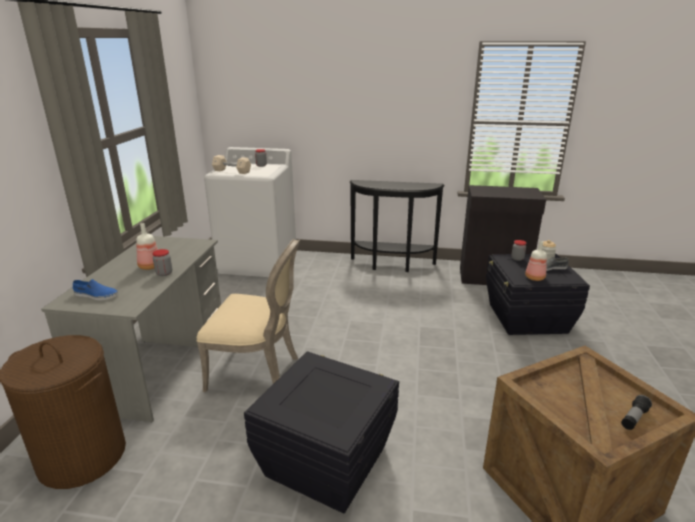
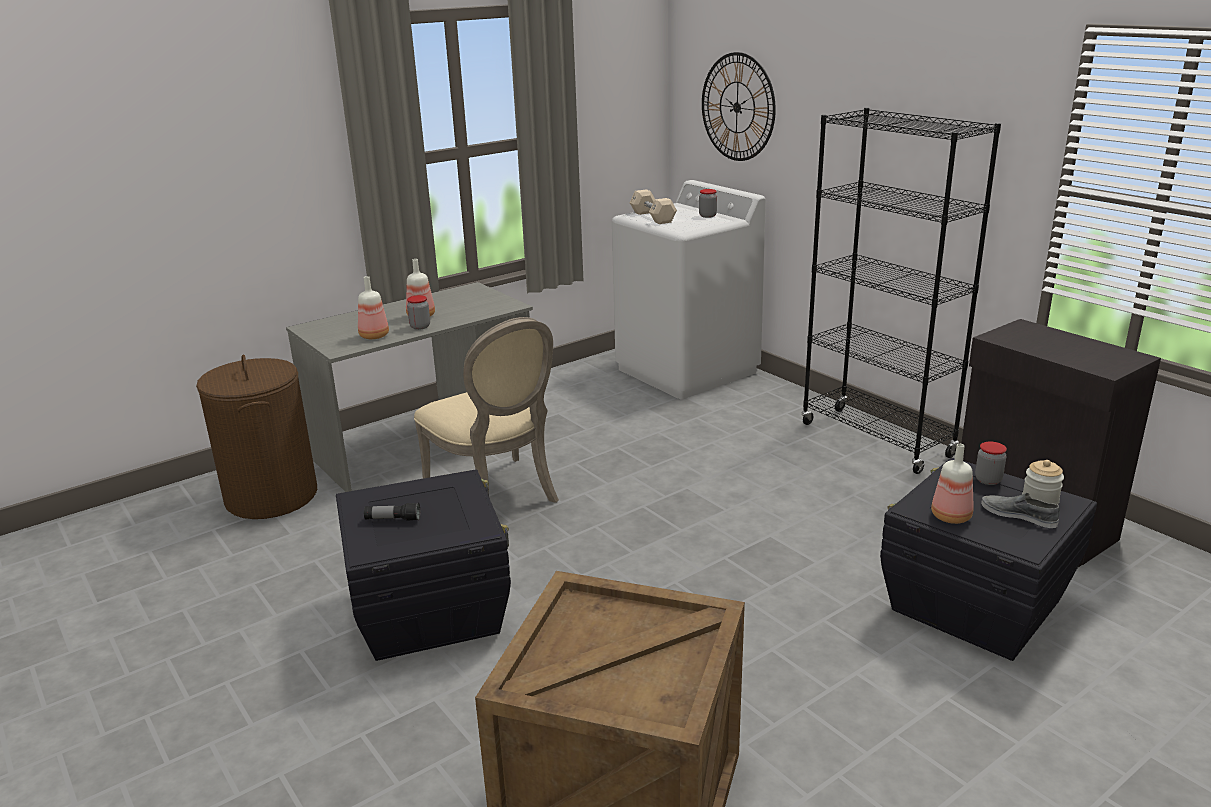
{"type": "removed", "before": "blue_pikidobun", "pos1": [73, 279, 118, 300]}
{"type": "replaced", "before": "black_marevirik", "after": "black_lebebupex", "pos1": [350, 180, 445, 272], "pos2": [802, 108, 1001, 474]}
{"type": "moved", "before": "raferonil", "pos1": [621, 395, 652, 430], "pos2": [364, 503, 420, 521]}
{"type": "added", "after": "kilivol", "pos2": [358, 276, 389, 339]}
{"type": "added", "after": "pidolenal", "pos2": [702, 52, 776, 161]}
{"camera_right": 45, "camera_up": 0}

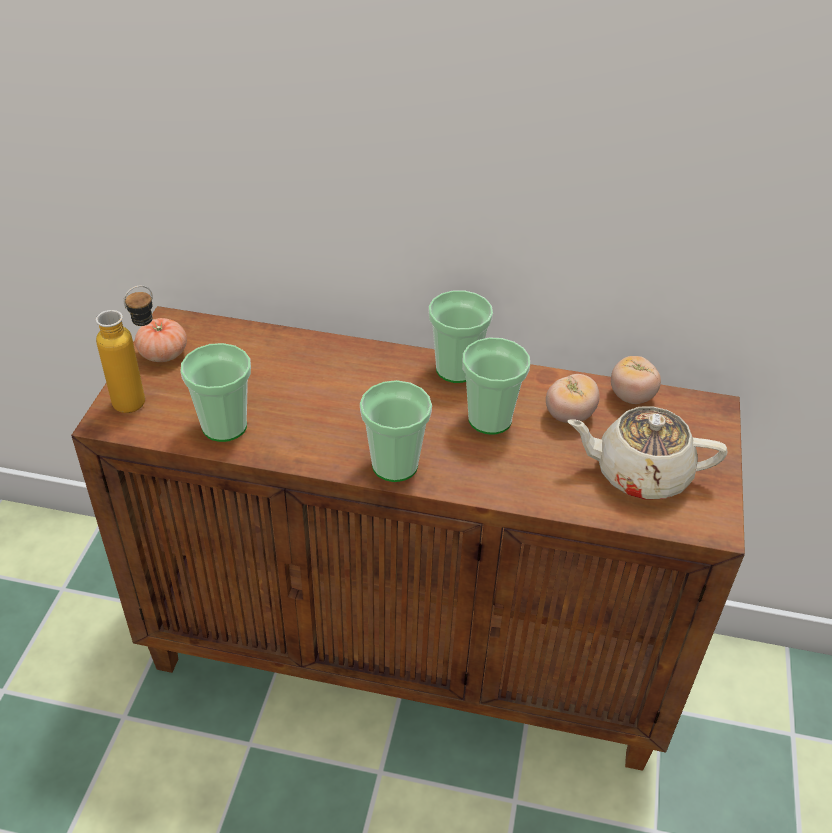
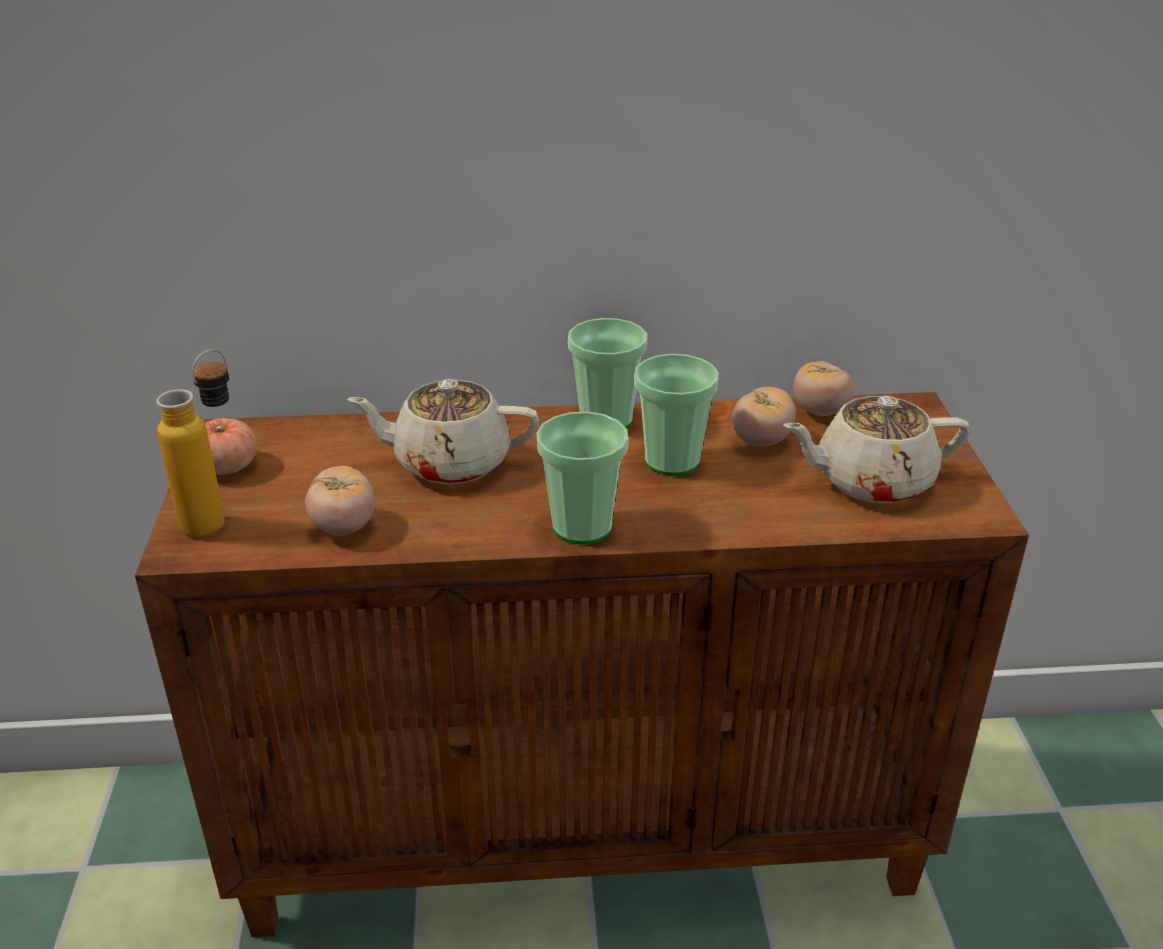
{"type": "replaced", "before": "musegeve", "after": "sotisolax", "pos1": [180, 343, 251, 442], "pos2": [305, 466, 375, 536]}
{"type": "added", "after": "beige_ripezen", "pos2": [347, 379, 540, 485]}
{"camera_right": -15, "camera_up": -10}

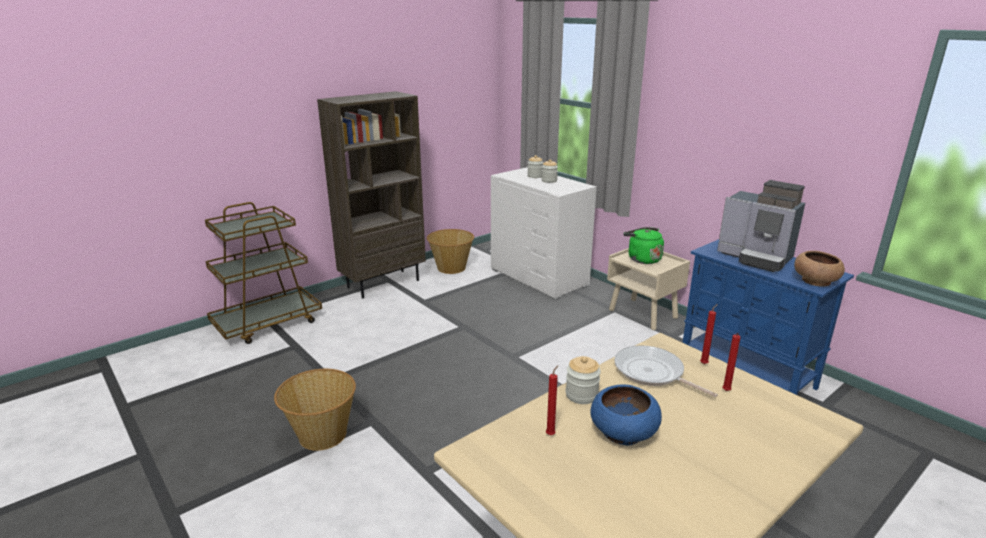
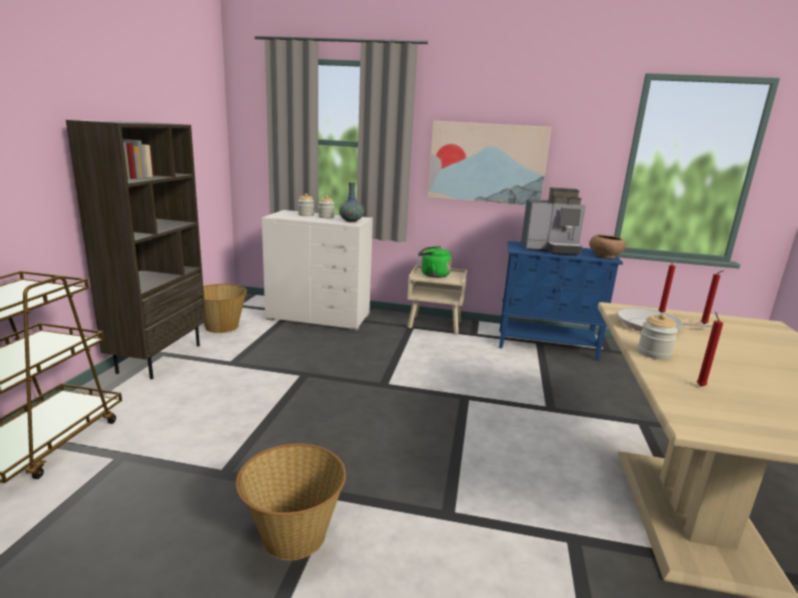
{"type": "removed", "before": "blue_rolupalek", "pos1": [590, 384, 662, 445]}
{"type": "added", "after": "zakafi", "pos2": [339, 183, 364, 222]}
{"type": "added", "after": "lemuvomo", "pos2": [428, 121, 552, 205]}
{"camera_right": -40, "camera_up": -5}

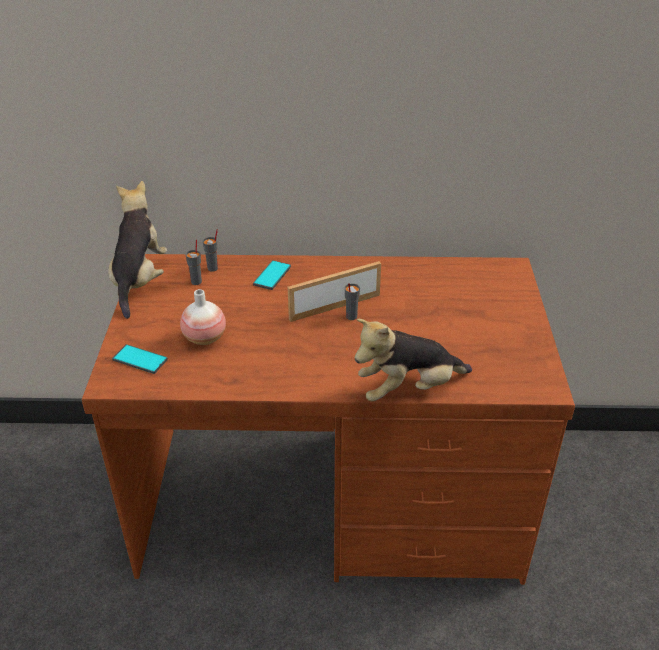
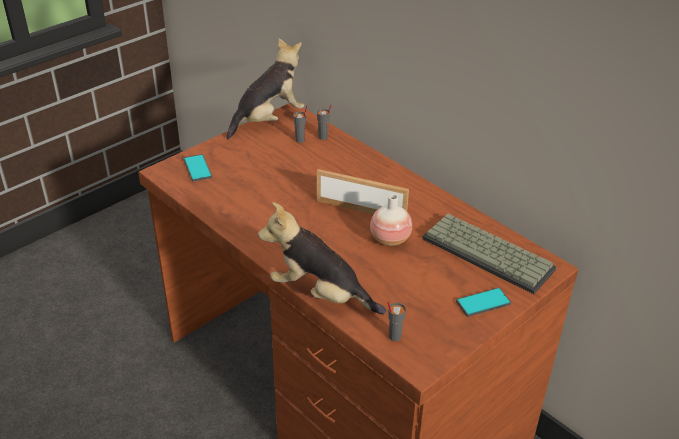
{"type": "moved", "before": "zakafi", "pos1": [180, 289, 226, 345], "pos2": [370, 194, 412, 246]}
{"type": "moved", "before": "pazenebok", "pos1": [253, 260, 291, 290], "pos2": [456, 288, 511, 317]}
{"type": "moved", "before": "grey_musegeve", "pos1": [345, 283, 360, 320], "pos2": [387, 302, 406, 341]}
{"type": "added", "after": "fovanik", "pos2": [422, 214, 557, 294]}
{"camera_right": 45, "camera_up": 0}

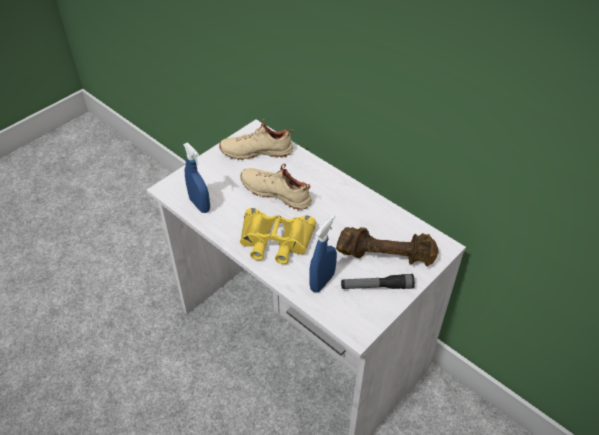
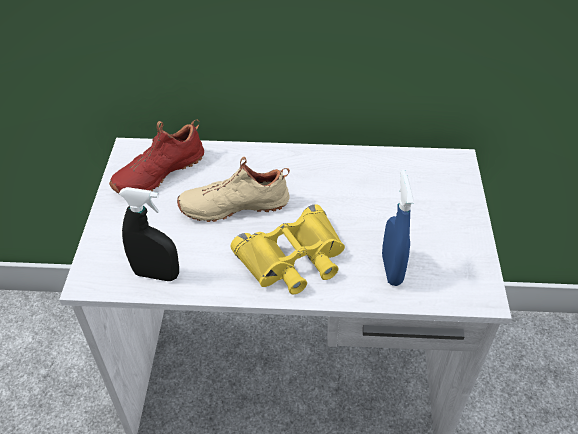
{"type": "recoloured", "before": "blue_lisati", "after": "black_lisati", "pos1": [183, 143, 210, 213], "pos2": [119, 187, 179, 281]}
{"type": "recoloured", "before": "beige_pikidobun", "after": "red_pikidobun", "pos1": [219, 119, 293, 160], "pos2": [109, 120, 204, 193]}
{"type": "removed", "before": "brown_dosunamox", "pos1": [336, 227, 439, 266]}
{"type": "removed", "before": "raferonil", "pos1": [341, 274, 415, 289]}
{"camera_right": -40, "camera_up": 0}

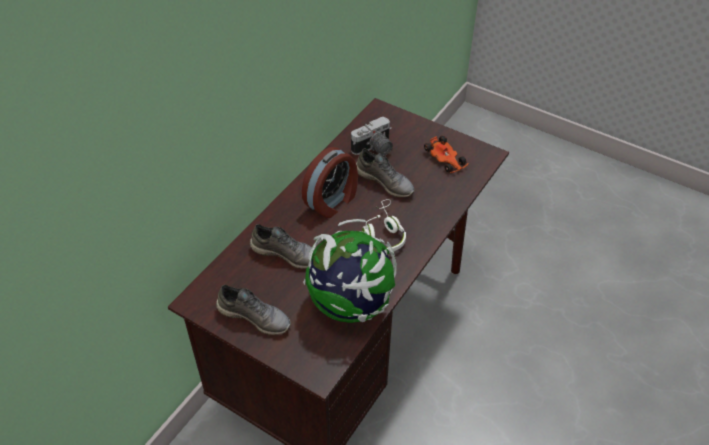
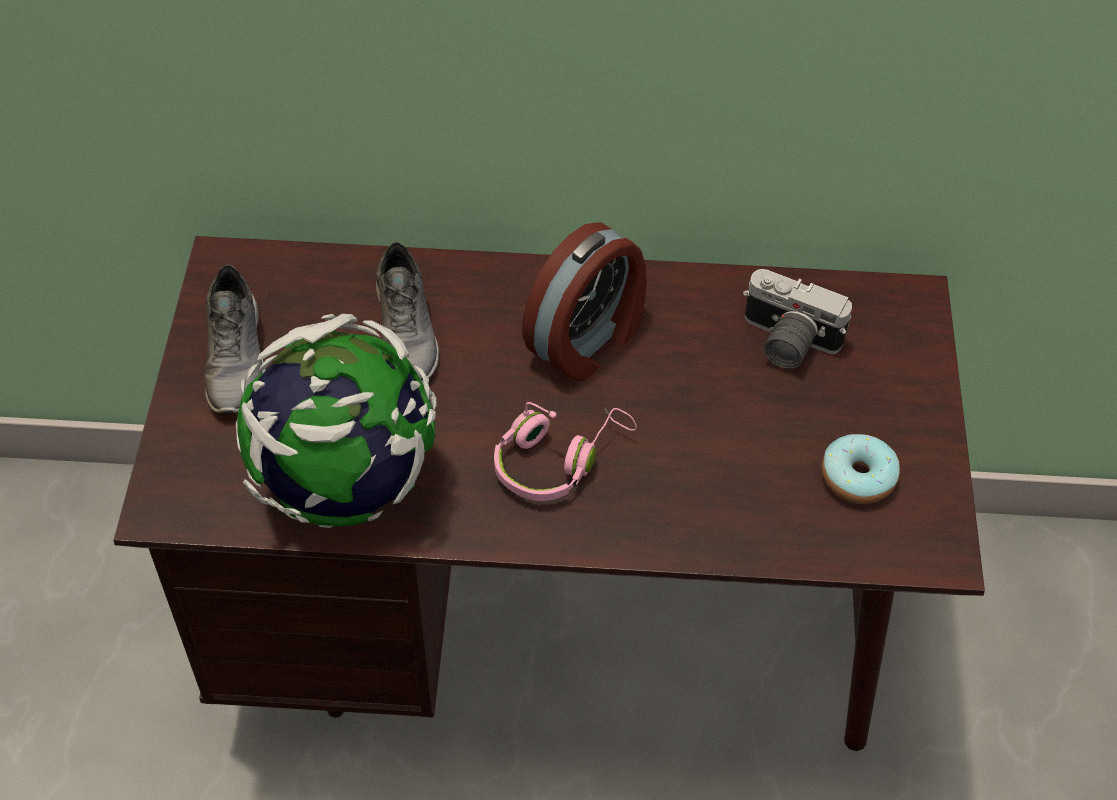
{"type": "turned", "before": "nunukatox", "pos1": [302, 147, 358, 218], "pos2": [522, 222, 647, 381], "turn": -60}
{"type": "removed", "before": "grey_pikidobun", "pos1": [356, 149, 415, 197]}
{"type": "recoloured", "before": "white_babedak", "after": "pink_babedak", "pos1": [362, 199, 406, 252], "pos2": [494, 402, 637, 501]}
{"type": "replaced", "before": "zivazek", "after": "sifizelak", "pos1": [424, 136, 469, 173], "pos2": [822, 434, 900, 504]}
{"camera_right": 60, "camera_up": 5}

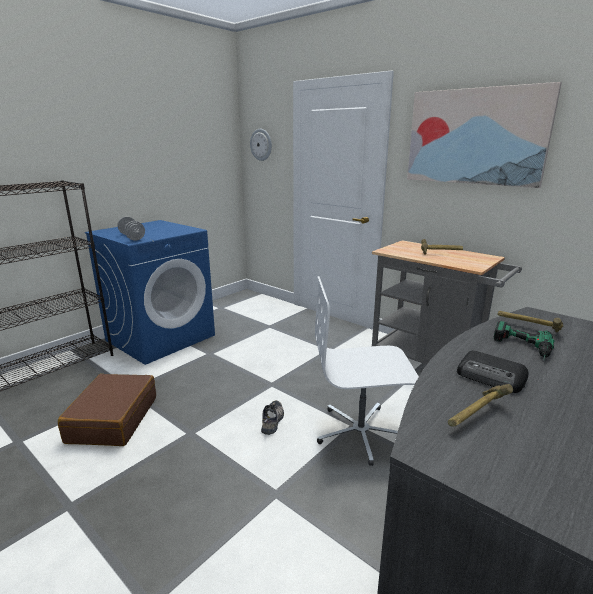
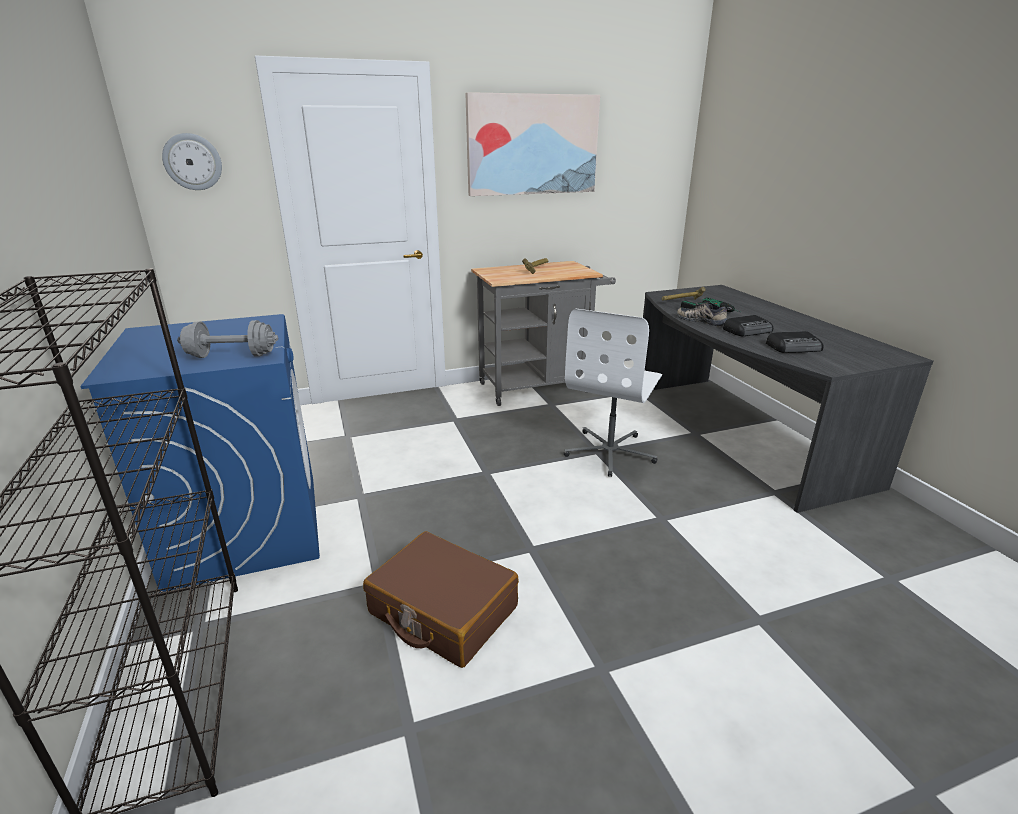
{"type": "moved", "before": "pikidobun", "pos1": [261, 400, 284, 435], "pos2": [677, 301, 732, 327]}
{"type": "replaced", "before": "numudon", "after": "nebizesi", "pos1": [448, 384, 513, 427], "pos2": [766, 331, 824, 353]}
{"camera_right": -60, "camera_up": 5}

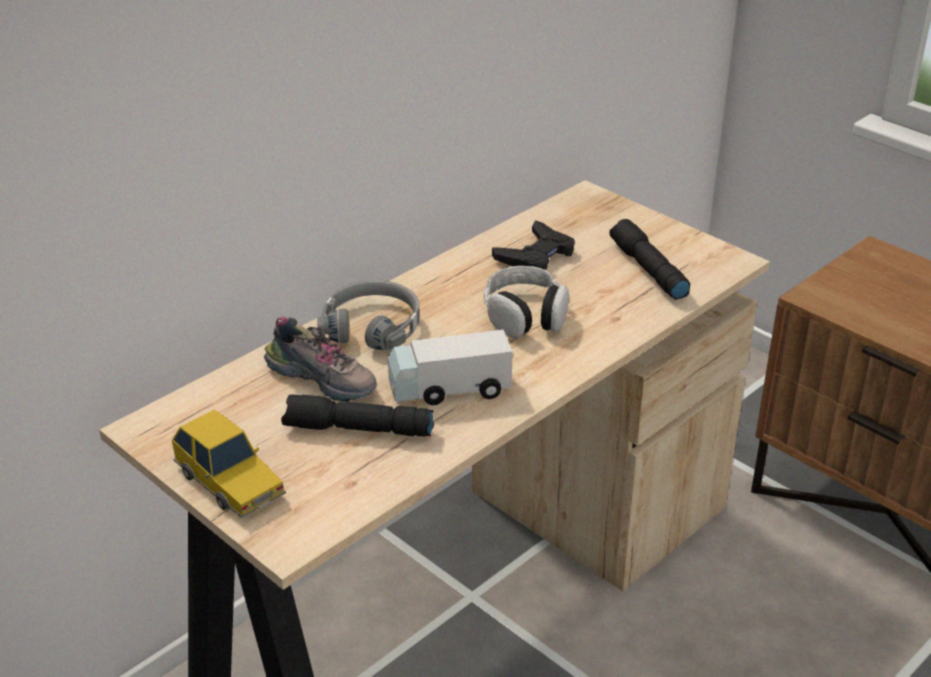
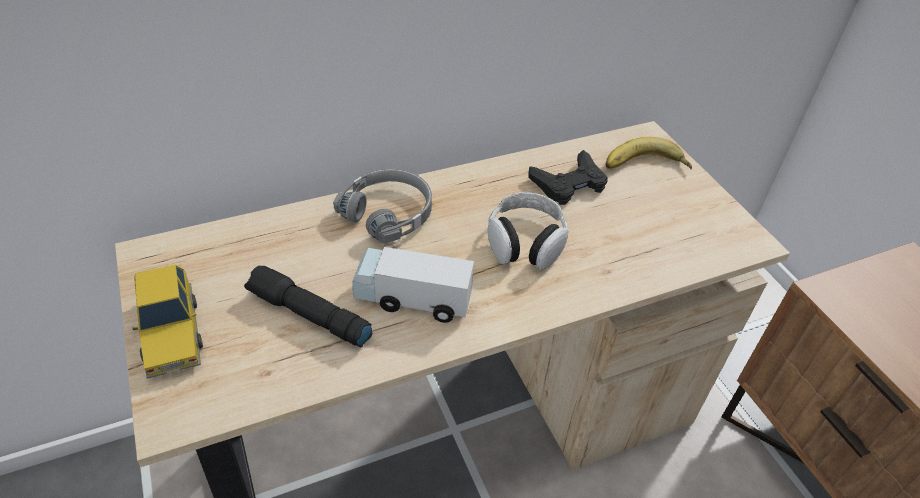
{"type": "removed", "before": "pikidobun", "pos1": [264, 316, 377, 402]}
{"type": "removed", "before": "black_raferonil", "pos1": [610, 219, 690, 299]}
{"type": "added", "after": "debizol", "pos2": [606, 137, 692, 169]}
{"camera_right": 20, "camera_up": 10}

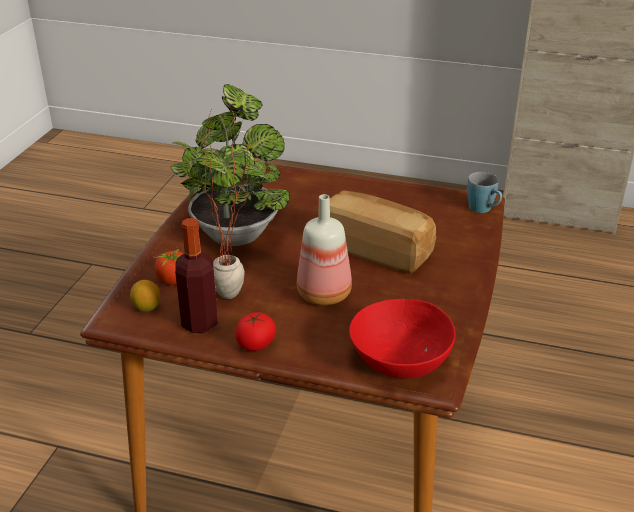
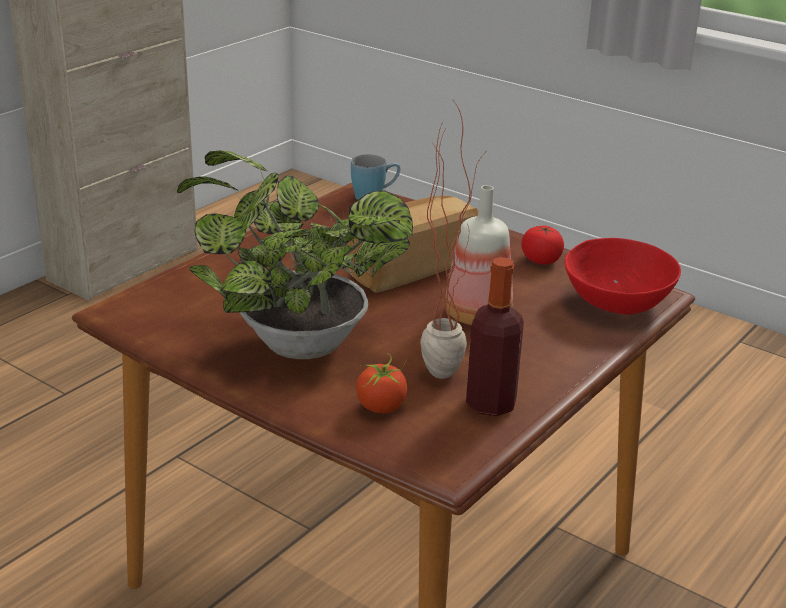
{"type": "removed", "before": "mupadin", "pos1": [130, 280, 160, 312]}
{"type": "moved", "before": "sotisolax", "pos1": [235, 312, 276, 351], "pos2": [521, 226, 564, 264]}
{"camera_right": -70, "camera_up": -5}

